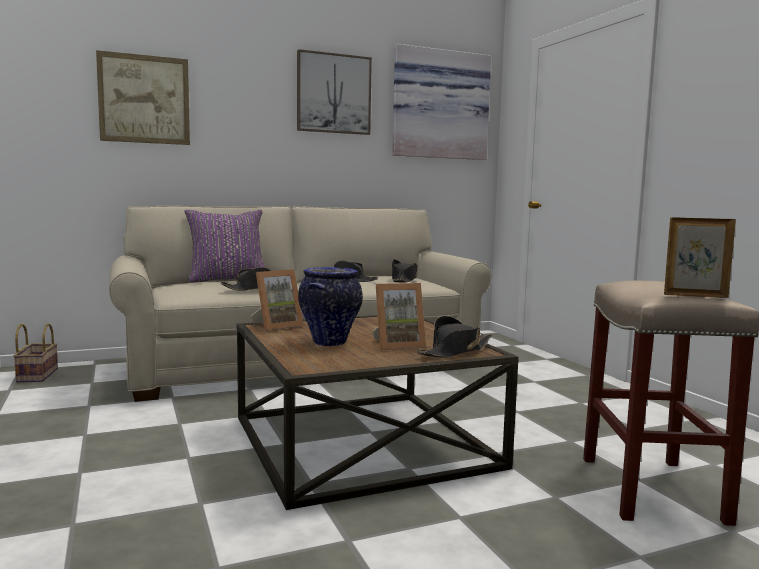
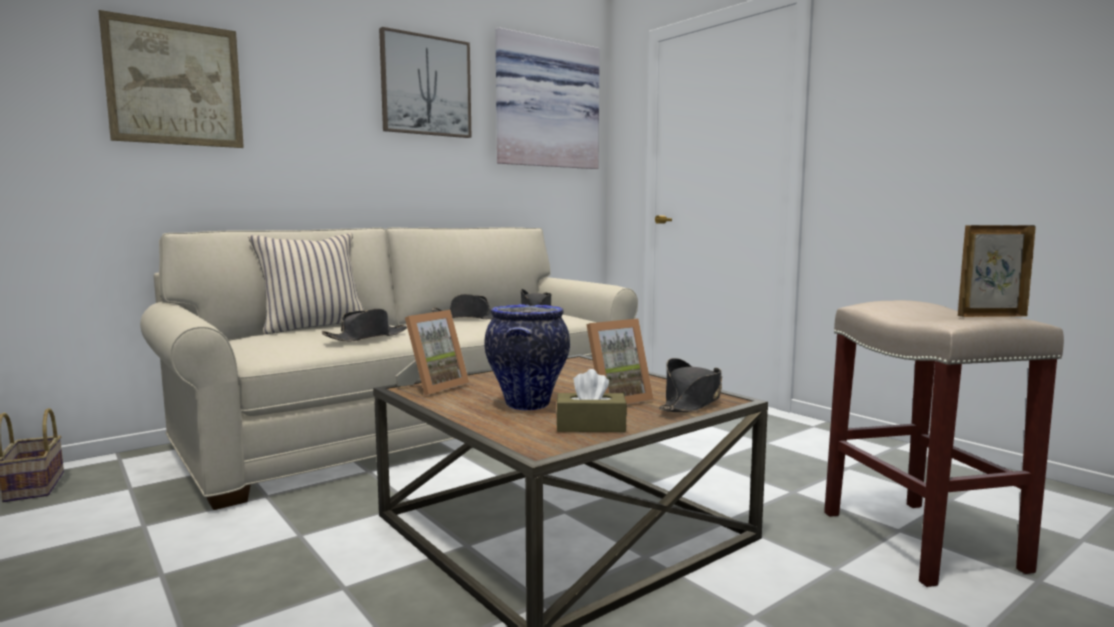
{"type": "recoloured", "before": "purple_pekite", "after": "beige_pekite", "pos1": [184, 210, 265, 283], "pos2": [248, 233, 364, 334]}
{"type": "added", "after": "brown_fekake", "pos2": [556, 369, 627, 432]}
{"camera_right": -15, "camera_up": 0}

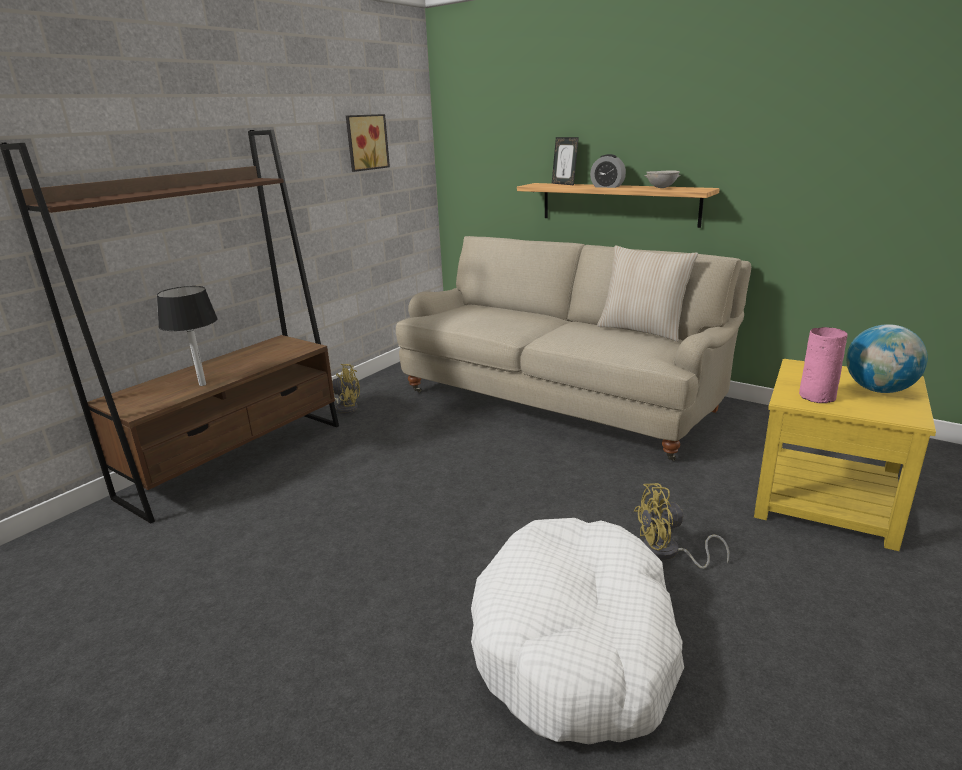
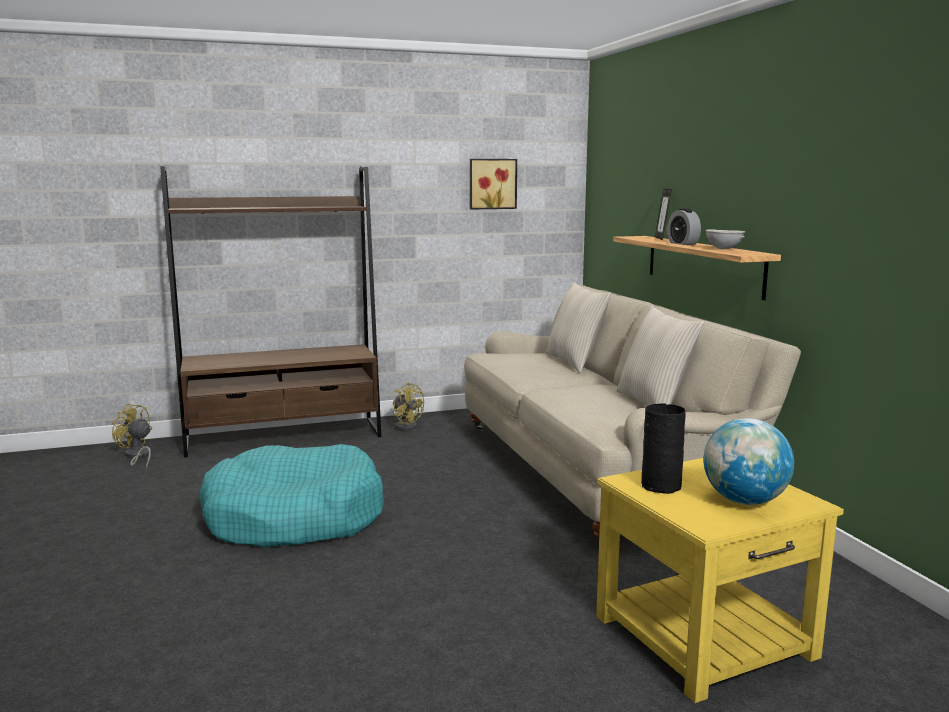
{"type": "removed", "before": "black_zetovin", "pos1": [157, 286, 218, 386]}
{"type": "removed", "before": "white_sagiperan", "pos1": [471, 518, 684, 744]}
{"type": "moved", "before": "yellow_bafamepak", "pos1": [634, 483, 730, 569], "pos2": [112, 404, 152, 468]}
{"type": "recoloured", "before": "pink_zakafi", "after": "black_zakafi", "pos1": [799, 327, 848, 403], "pos2": [641, 403, 686, 494]}
{"type": "added", "after": "turquoise_sagiperan", "pos2": [199, 444, 384, 548]}
{"type": "added", "after": "beige_pekite", "pos2": [546, 282, 611, 373]}
{"camera_right": 35, "camera_up": -10}

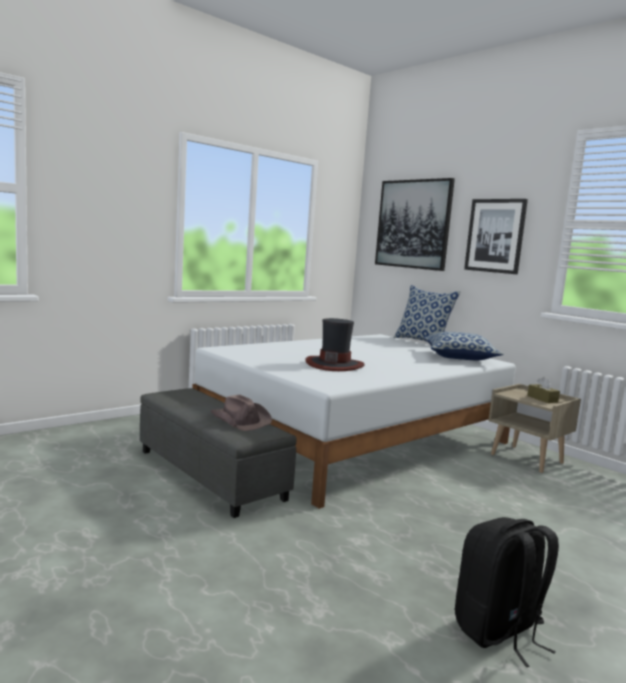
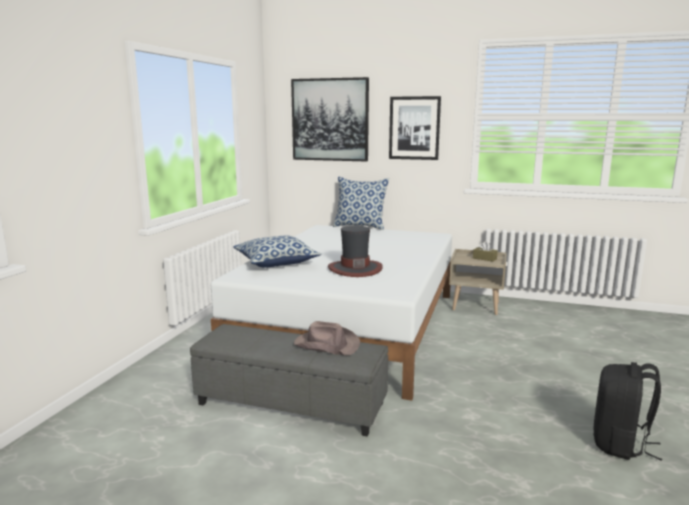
{"type": "moved", "before": "pekite", "pos1": [423, 332, 503, 360], "pos2": [233, 236, 321, 268]}
{"camera_right": -30, "camera_up": 5}

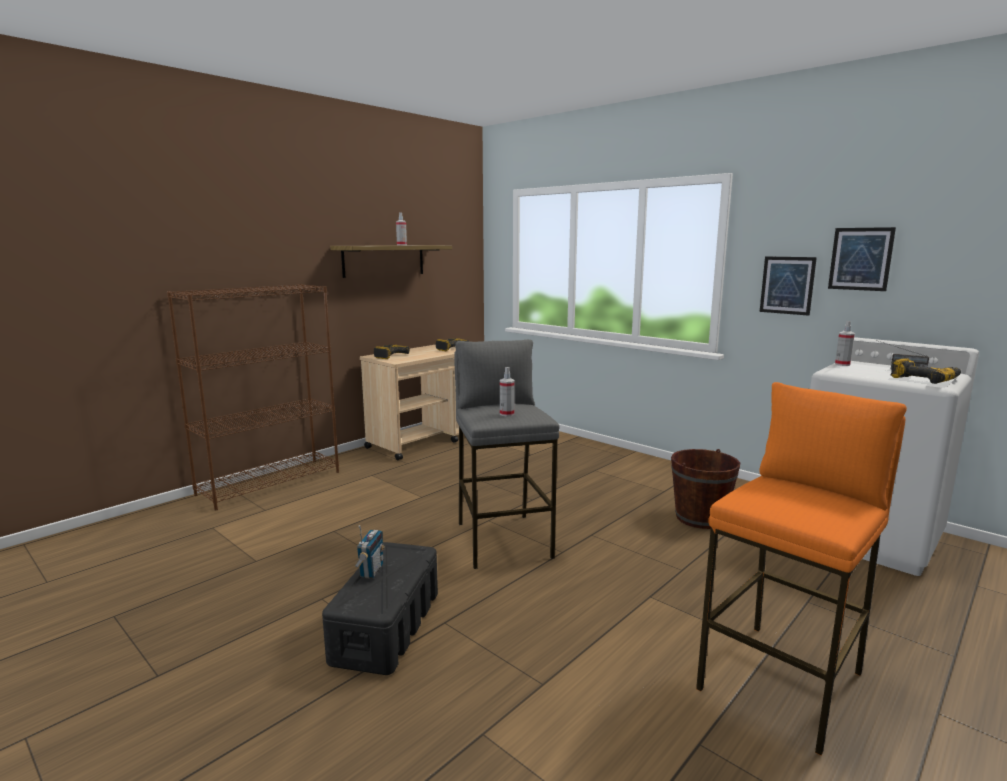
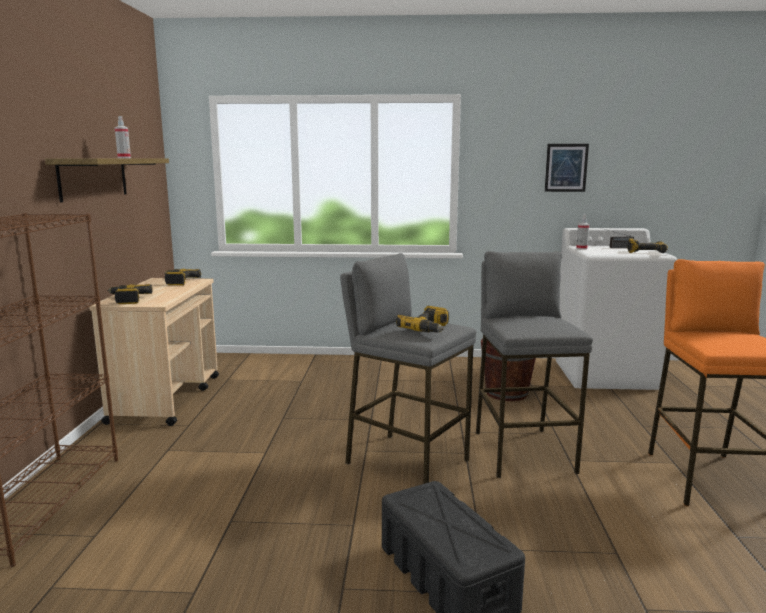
{"type": "removed", "before": "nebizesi", "pos1": [354, 525, 385, 578]}
{"type": "replaced", "before": "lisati", "after": "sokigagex", "pos1": [500, 367, 515, 416], "pos2": [396, 306, 449, 333]}
{"type": "removed", "before": "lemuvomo", "pos1": [760, 256, 817, 316]}
{"type": "added", "after": "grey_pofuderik", "pos2": [476, 251, 593, 478]}
{"camera_right": -40, "camera_up": 0}

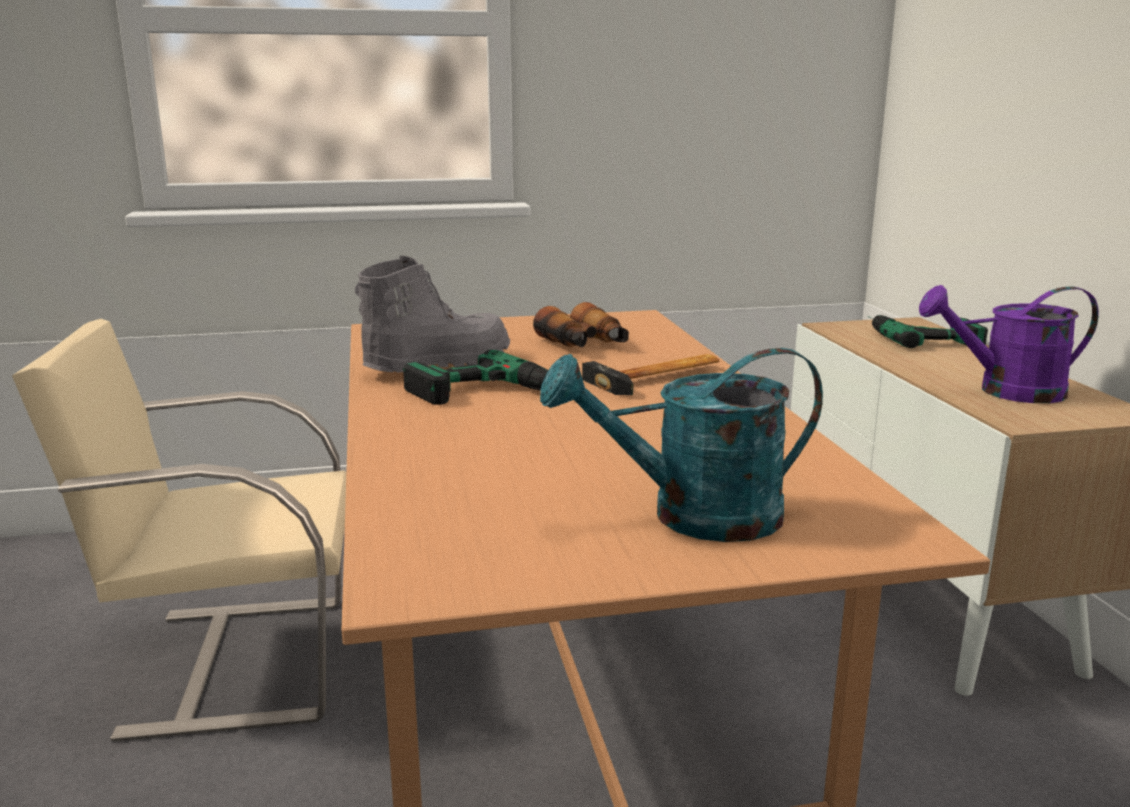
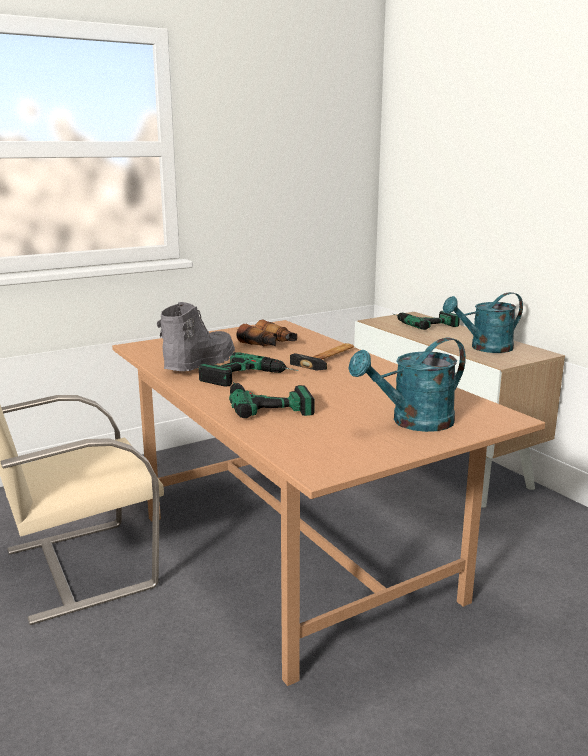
{"type": "recoloured", "before": "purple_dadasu", "after": "turquoise_dadasu", "pos1": [919, 285, 1099, 403], "pos2": [443, 292, 523, 353]}
{"type": "added", "after": "sokigagex", "pos2": [229, 382, 315, 418]}
{"camera_right": -20, "camera_up": 0}

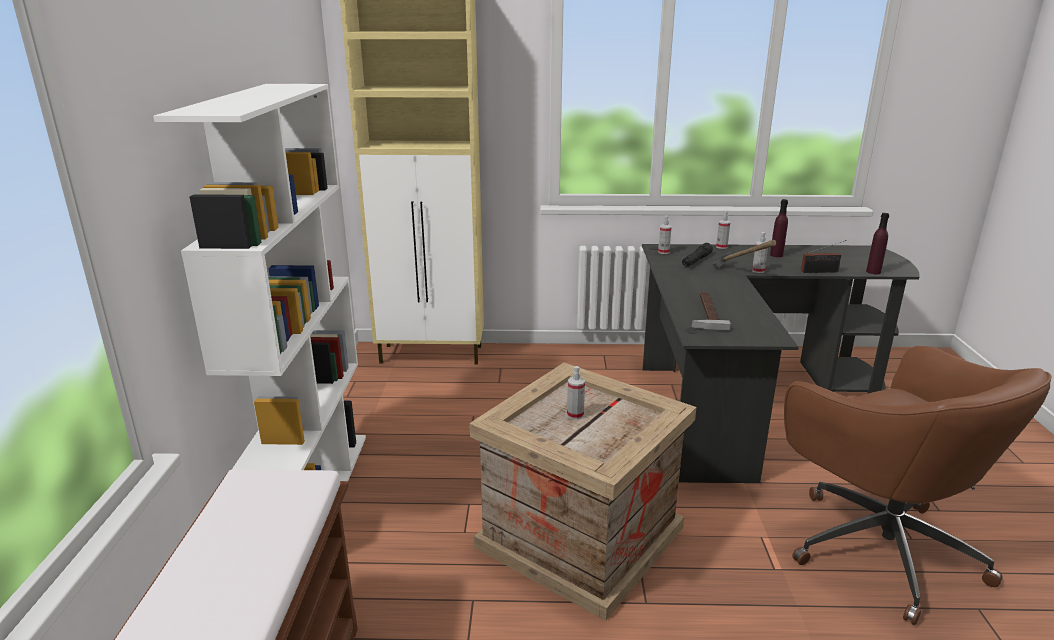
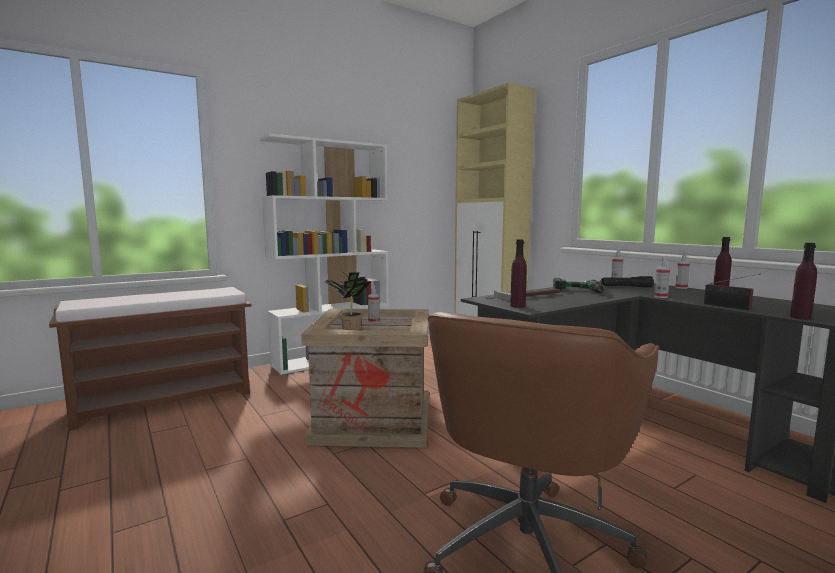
{"type": "removed", "before": "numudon", "pos1": [712, 240, 776, 268]}
{"type": "added", "after": "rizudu", "pos2": [325, 272, 372, 330]}
{"type": "added", "after": "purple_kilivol", "pos2": [510, 240, 527, 308]}
{"type": "added", "after": "sokigagex", "pos2": [553, 278, 604, 293]}
{"camera_right": 55, "camera_up": -15}

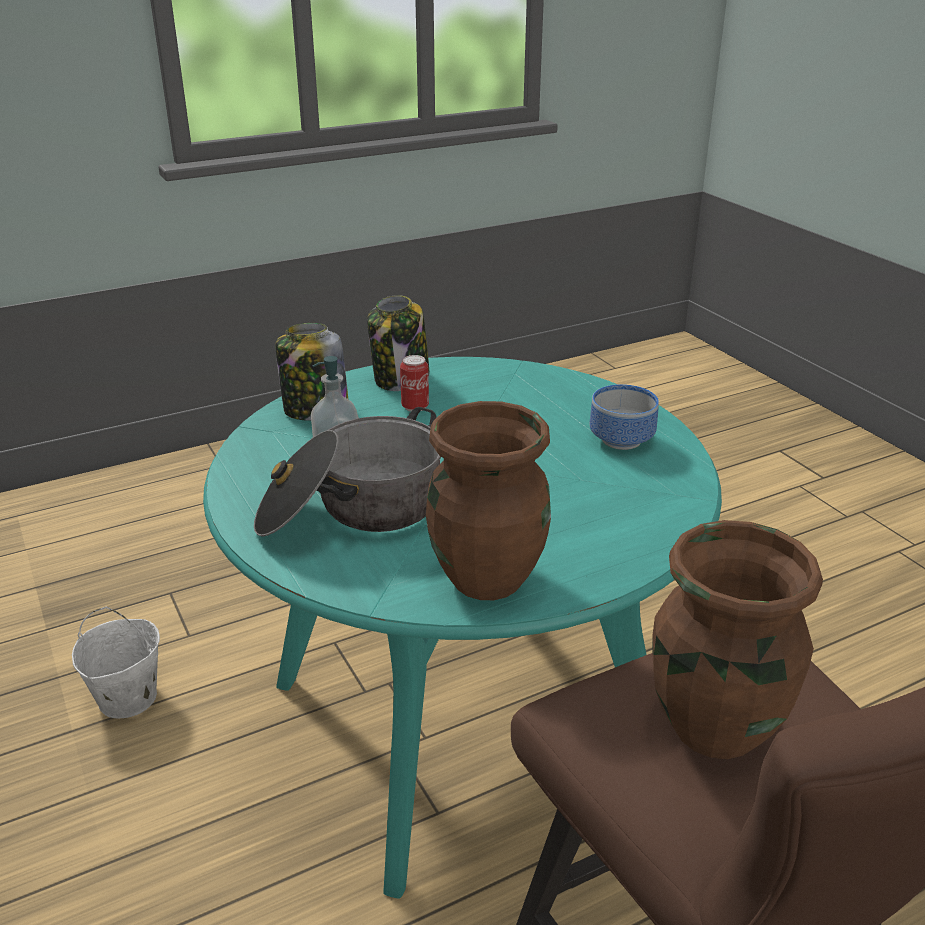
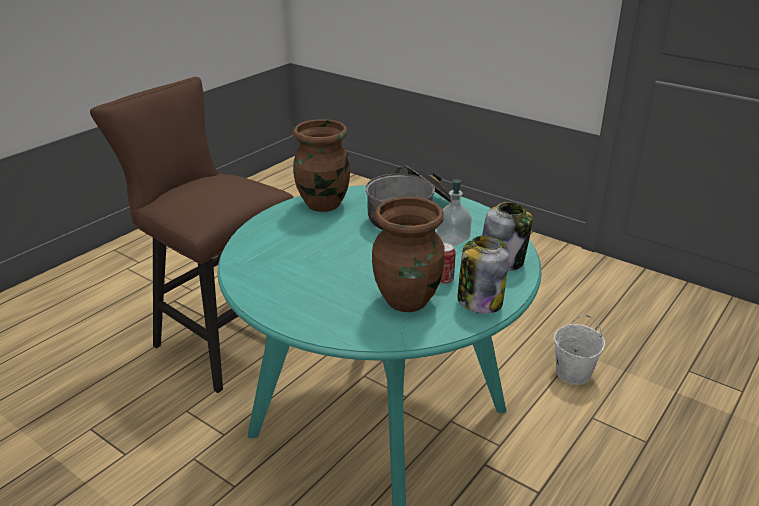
{"type": "removed", "before": "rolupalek", "pos1": [590, 384, 659, 450]}
{"type": "moved", "before": "brown_zakafi", "pos1": [652, 520, 823, 759], "pos2": [372, 197, 445, 312]}
{"camera_right": 155, "camera_up": 0}

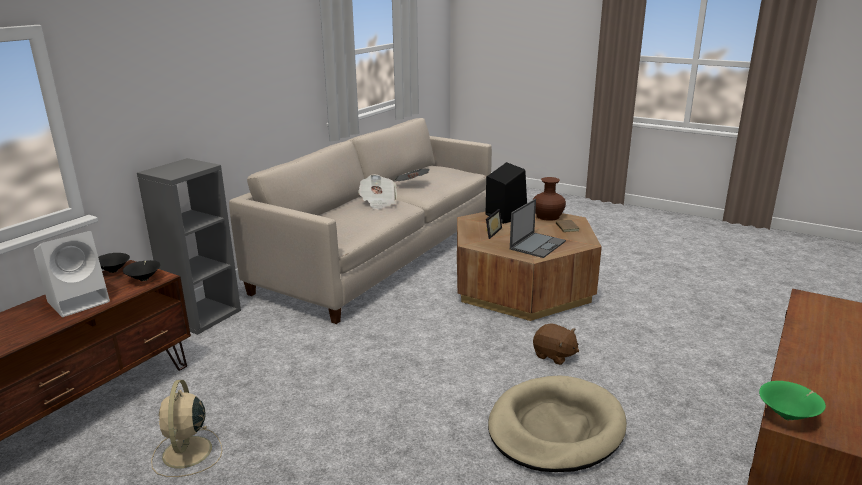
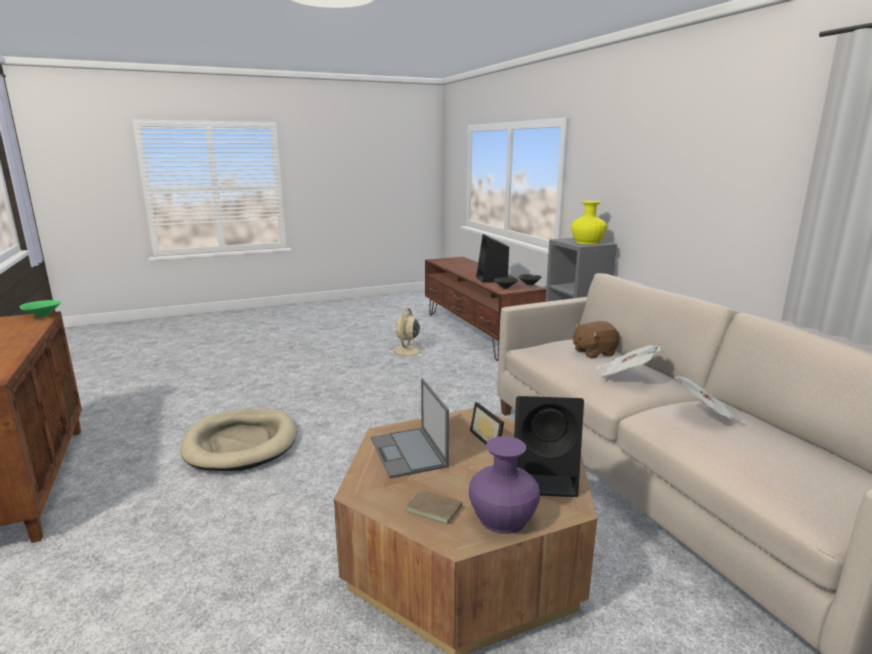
{"type": "recoloured", "before": "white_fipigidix", "after": "black_fipigidix", "pos1": [34, 231, 110, 317], "pos2": [476, 234, 509, 283]}
{"type": "turned", "before": "beige_bafamepak", "pos1": [151, 380, 222, 477], "pos2": [388, 308, 426, 358], "turn": -105}
{"type": "recoloured", "before": "brown_zakafi", "after": "purple_zakafi", "pos1": [533, 177, 566, 221], "pos2": [469, 436, 540, 534]}
{"type": "moved", "before": "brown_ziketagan", "pos1": [533, 323, 579, 365], "pos2": [573, 321, 620, 358]}
{"type": "added", "after": "yellow_zakafi", "pos2": [571, 201, 607, 244]}
{"camera_right": 125, "camera_up": -5}

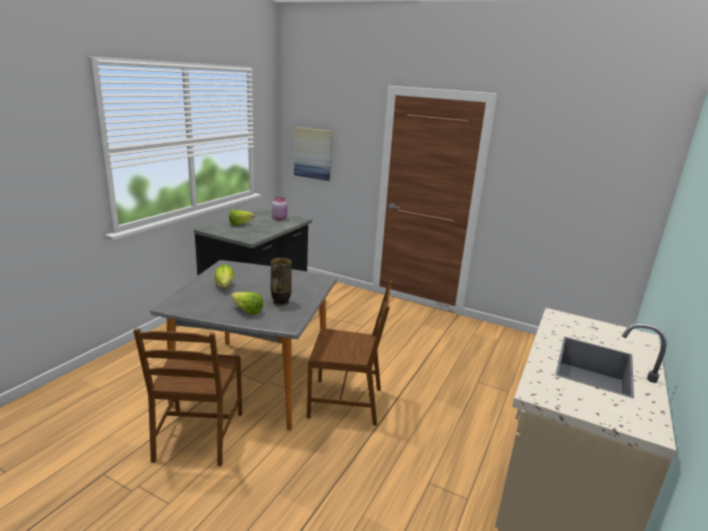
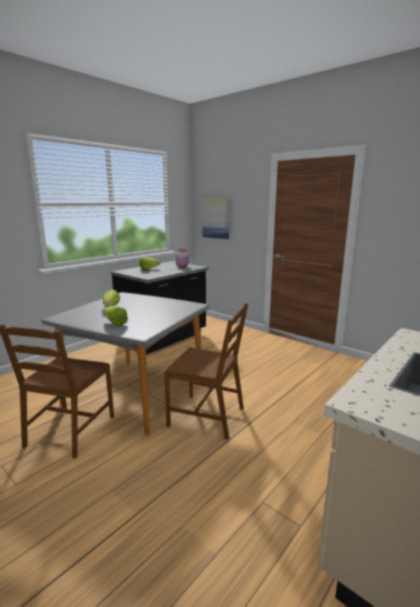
{"type": "removed", "before": "zakafi", "pos1": [271, 258, 292, 306]}
{"camera_right": 15, "camera_up": -5}

